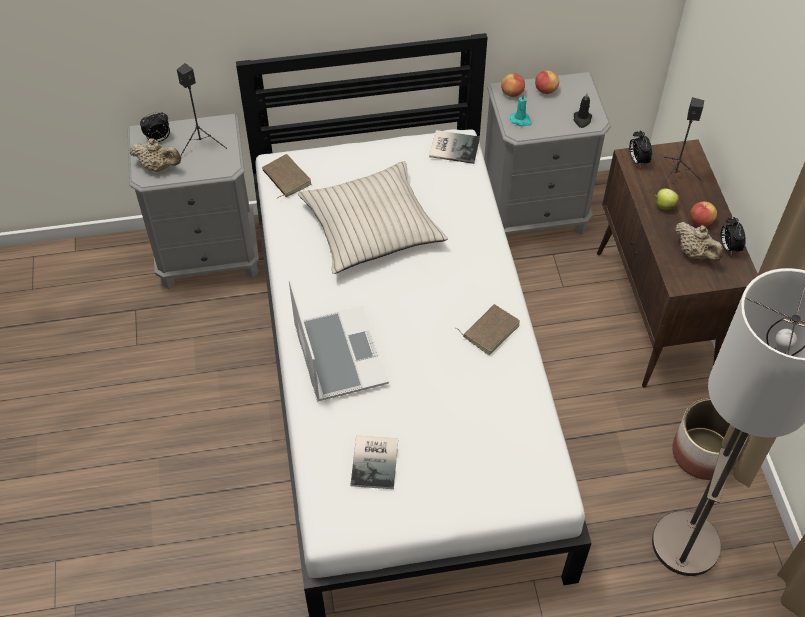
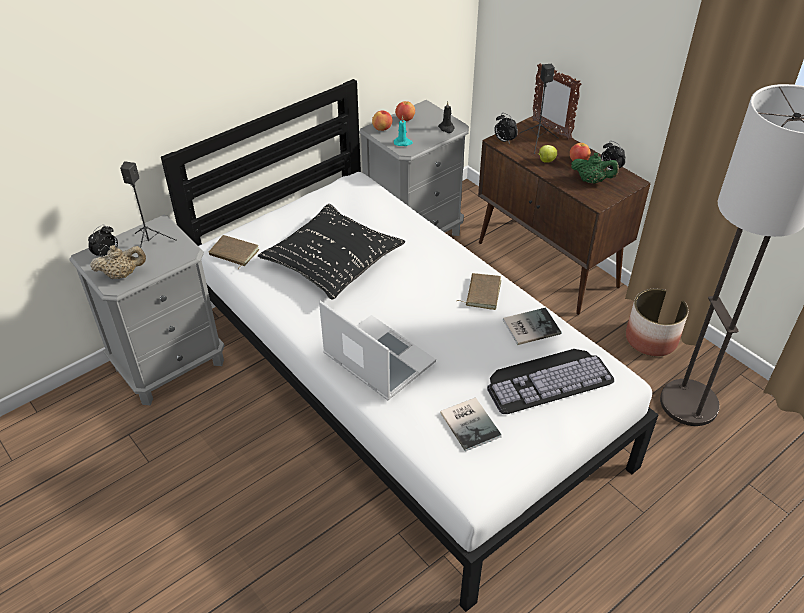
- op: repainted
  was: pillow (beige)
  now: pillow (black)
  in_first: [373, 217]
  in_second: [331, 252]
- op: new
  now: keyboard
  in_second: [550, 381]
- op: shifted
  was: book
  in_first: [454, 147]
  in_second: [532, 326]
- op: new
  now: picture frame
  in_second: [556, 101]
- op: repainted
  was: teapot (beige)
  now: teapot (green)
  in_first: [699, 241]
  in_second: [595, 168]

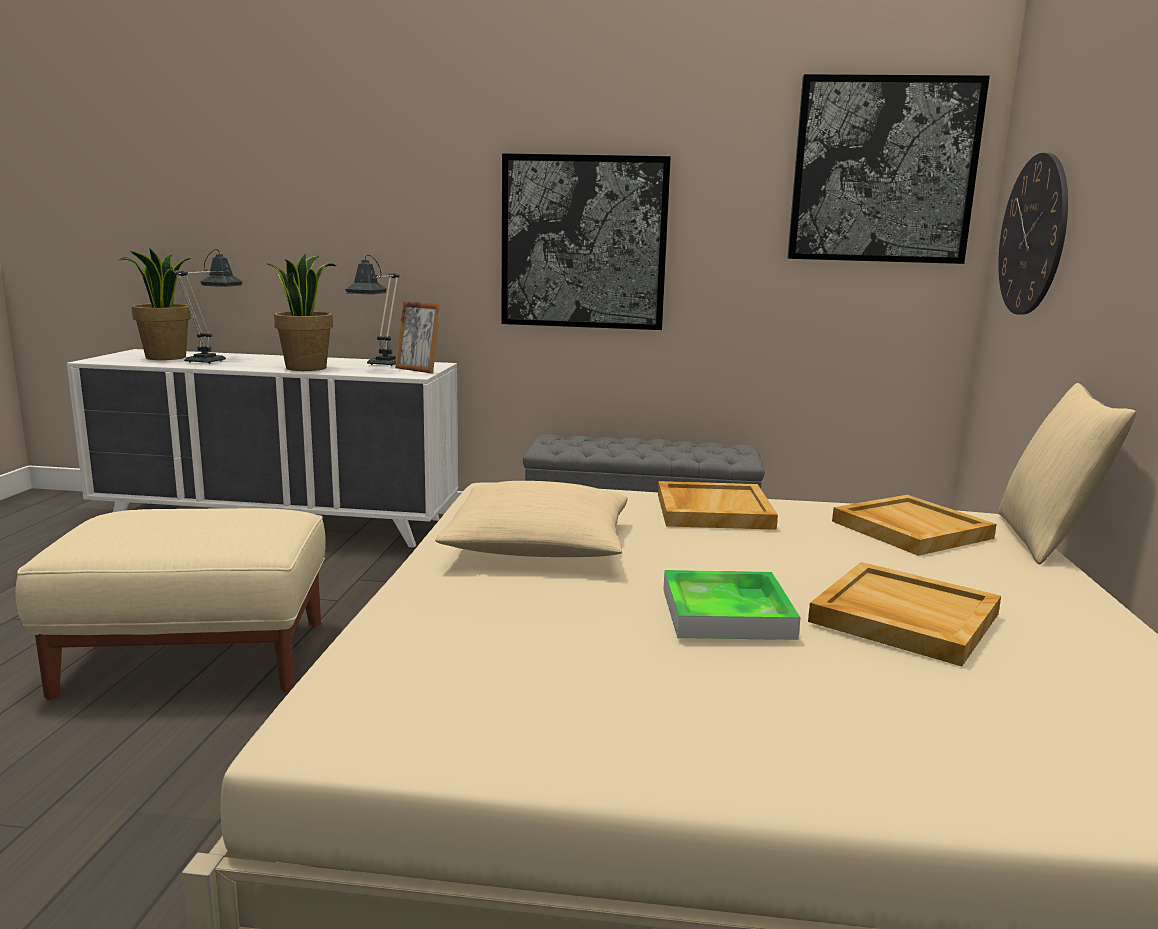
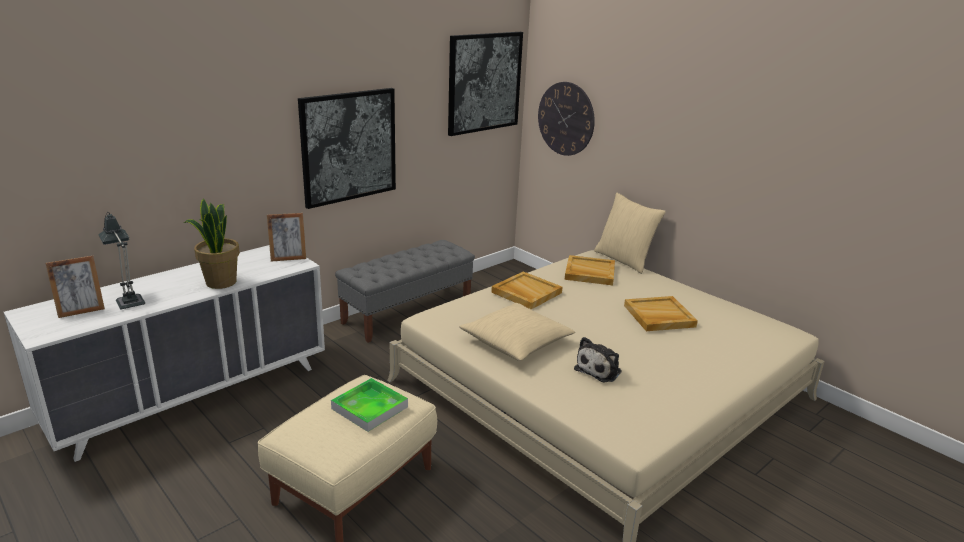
- op: swapped
  was: potted plant
  now: picture frame
  in_first: [154, 304]
  in_second: [75, 287]
- op: shifted
  was: tray
  in_first: [732, 605]
  in_second: [369, 405]
- op: new
  now: plush toy
  in_second: [598, 360]
- op: gone
  was: table lamp
  in_first: [372, 310]

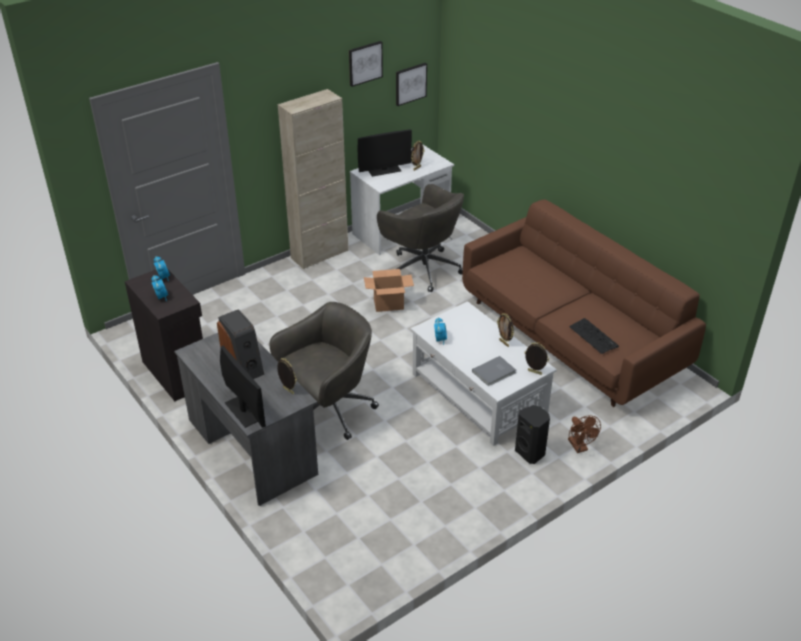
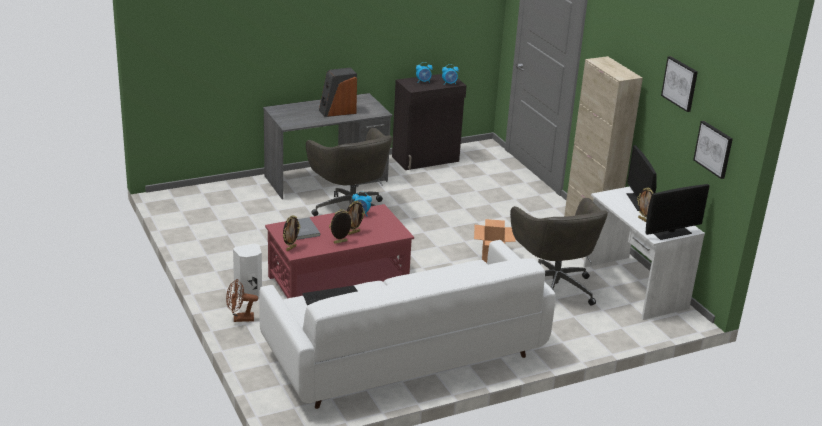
- op: repainted
  was: speaker (black)
  now: speaker (white)
  in_first: [532, 434]
  in_second: [247, 270]
- op: repainted
  was: sofa (brown)
  now: sofa (white)
  in_first: [584, 303]
  in_second: [407, 324]
- op: repainted
  was: coffee table (white)
  now: coffee table (red)
  in_first: [484, 373]
  in_second: [339, 251]
- op: shifted
  was: picture frame
  in_first: [287, 376]
  in_second: [356, 218]
- op: rotated
  was: office chair (grey)
  in_first: [420, 238]
  in_second: [559, 252]
  clockwise: -75
- op: shifted
  was: monitor
  in_first: [243, 387]
  in_second: [677, 212]

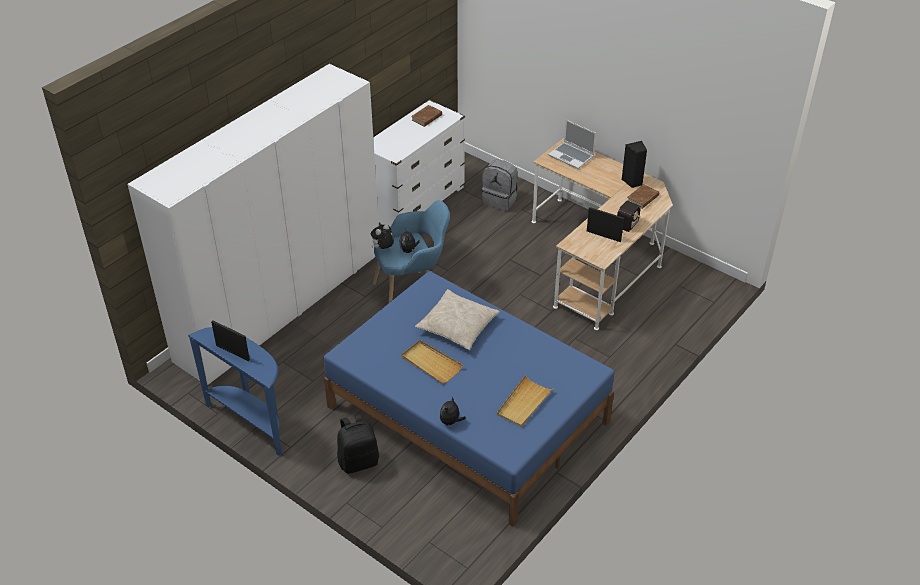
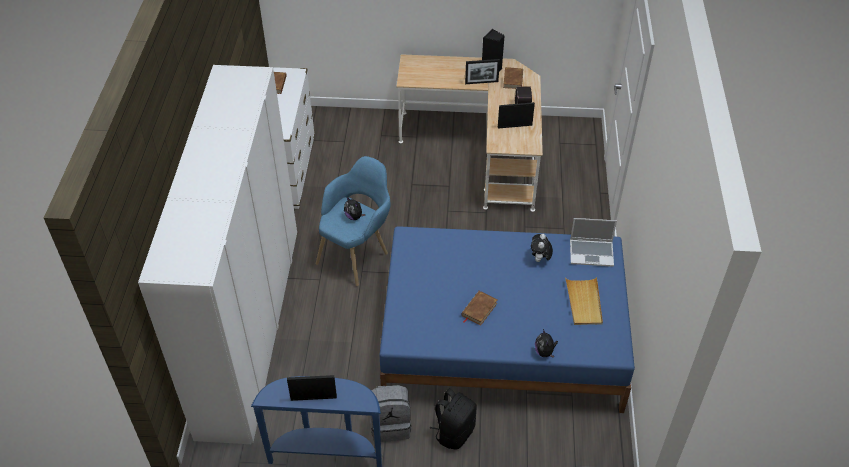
- op: shifted
  was: backpack (grey)
  in_first: [500, 185]
  in_second: [390, 413]
- op: swapped
  was: tray (beige)
  now: book (brown)
  in_first: [432, 362]
  in_second: [479, 308]
- op: new
  now: picture frame
  in_second: [482, 71]
- op: shifted
  was: plush toy
  in_first: [382, 237]
  in_second: [542, 248]
- op: shifted
  was: laptop
  in_first: [572, 144]
  in_second: [593, 242]
- op: gone
  was: pillow (beige)
  in_first: [457, 319]

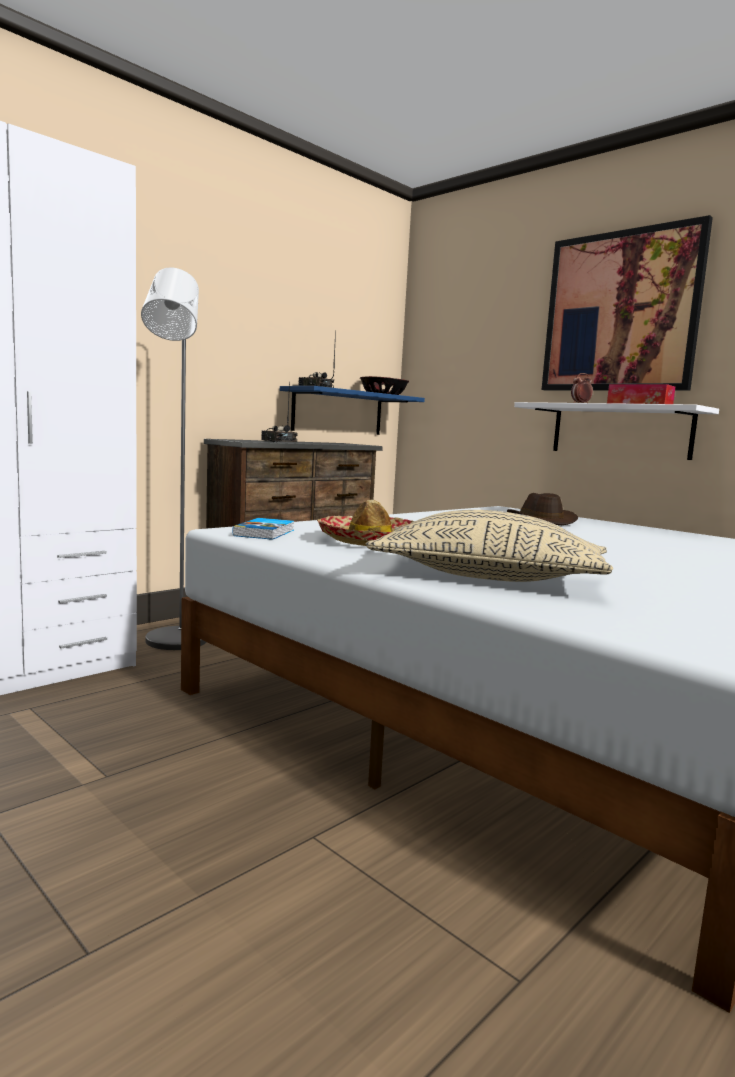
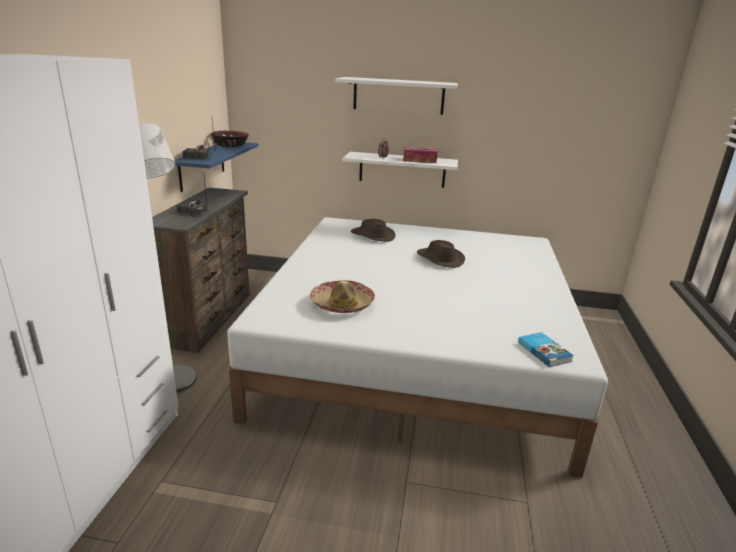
- op: swapped
  was: picture
  now: shelf (white)
  in_first: [627, 303]
  in_second: [396, 96]
- op: new
  now: hat (brown)
  in_second: [441, 254]
- op: shifted
  was: book
  in_first: [263, 529]
  in_second: [546, 349]
- op: gone
  was: pillow (beige)
  in_first: [489, 546]

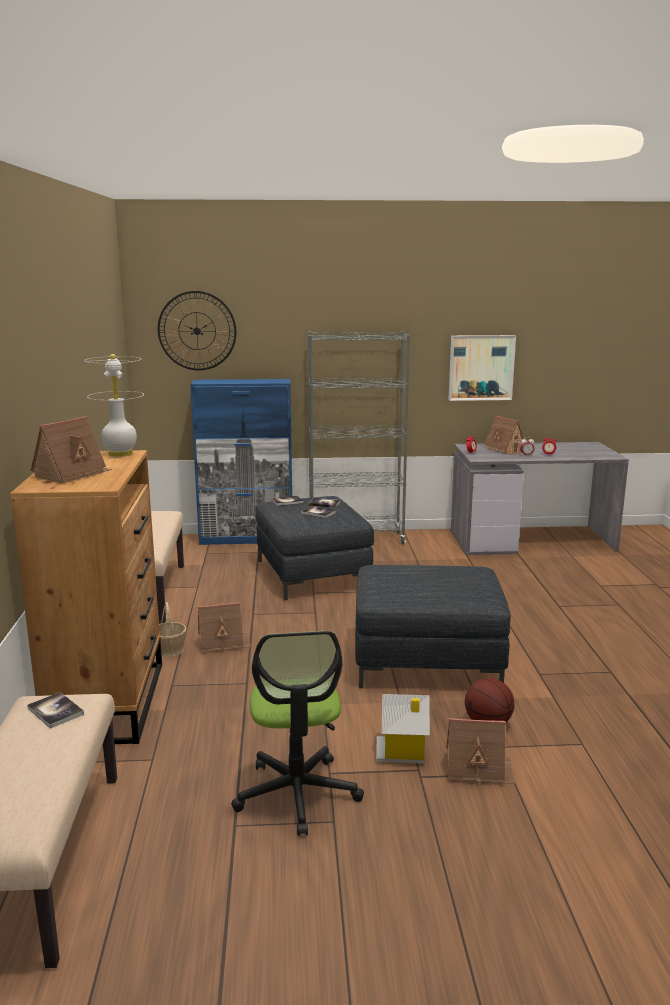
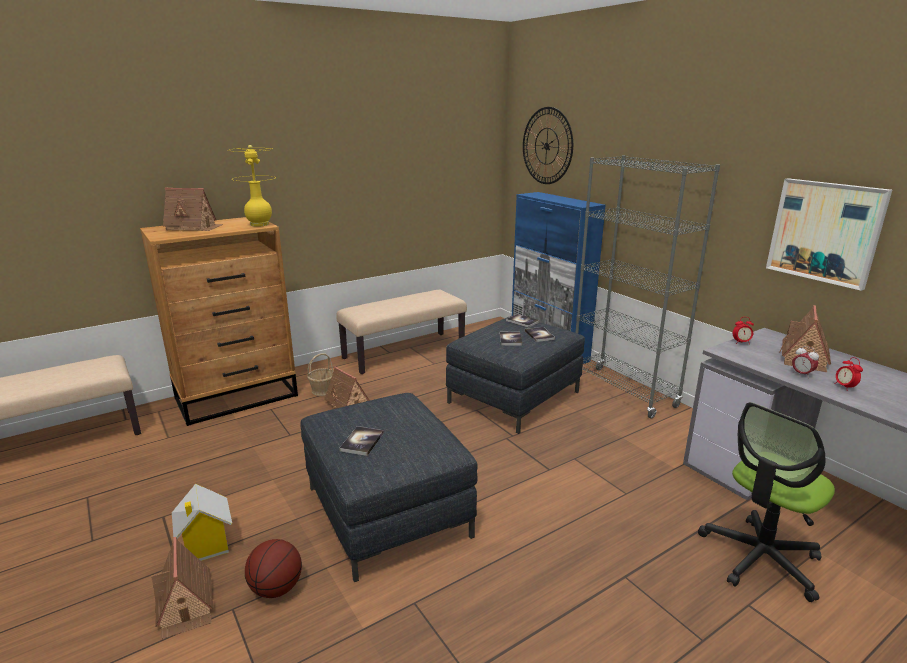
- op: repainted
  was: table lamp (white)
  now: table lamp (yellow)
  in_first: [114, 405]
  in_second: [252, 186]
- op: shifted
  was: book
  in_first: [55, 710]
  in_second: [361, 441]
- op: shifted
  was: office chair
  in_first: [297, 733]
  in_second: [766, 502]

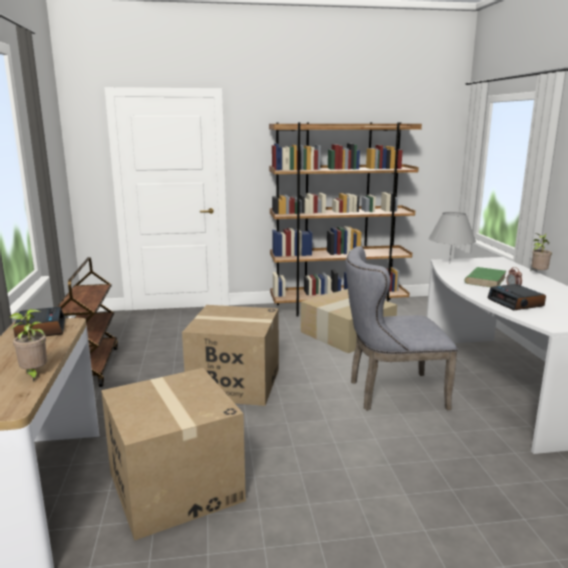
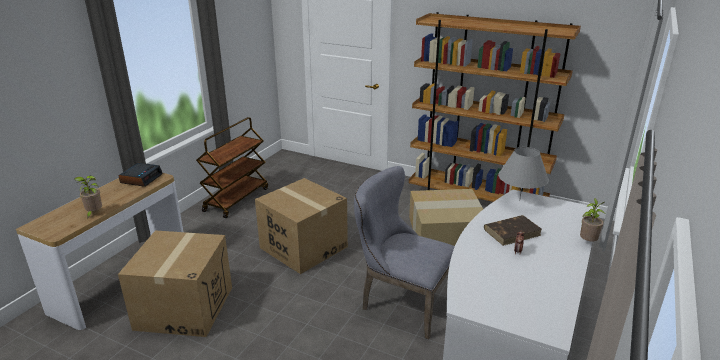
- op: repainted
  was: book (green)
  now: book (brown)
  in_first: [485, 277]
  in_second: [513, 230]
- op: gone
  was: alarm clock
  in_first: [517, 297]

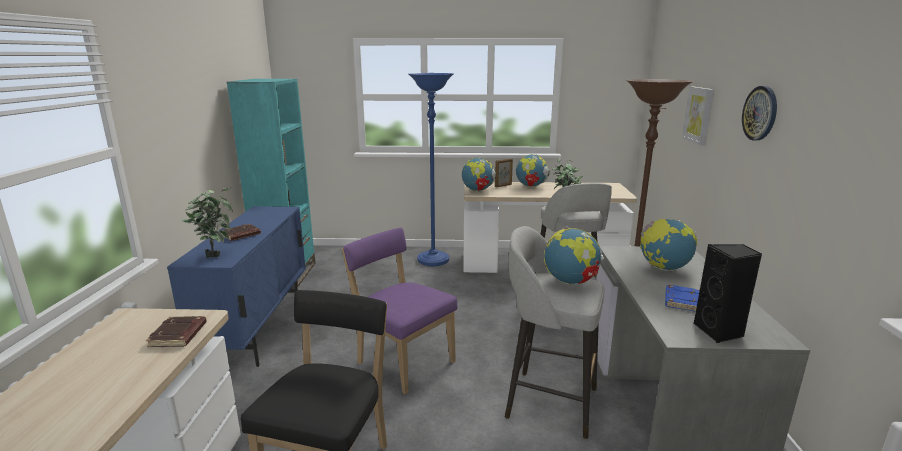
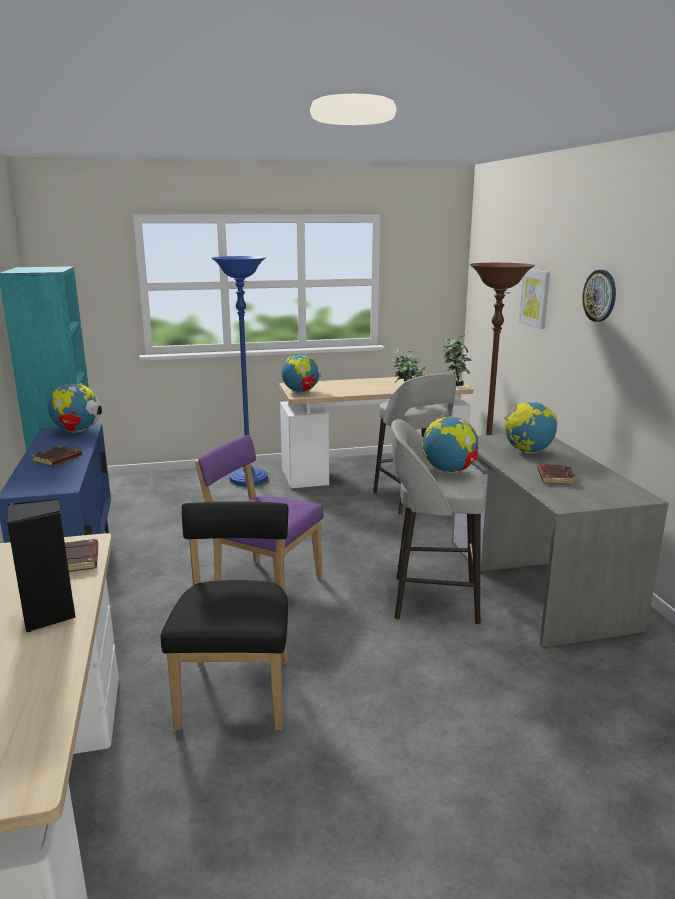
- op: shifted
  was: speaker (black)
  in_first: [728, 293]
  in_second: [41, 565]
- op: shifted
  was: globe
  in_first: [533, 171]
  in_second: [75, 408]
- op: shifted
  was: potted plant
  in_first: [207, 222]
  in_second: [457, 360]
- op: repainted
  was: book (blue)
  now: book (brown)
  in_first: [682, 298]
  in_second: [556, 474]
- op: gone
  was: picture frame
  in_first: [504, 173]

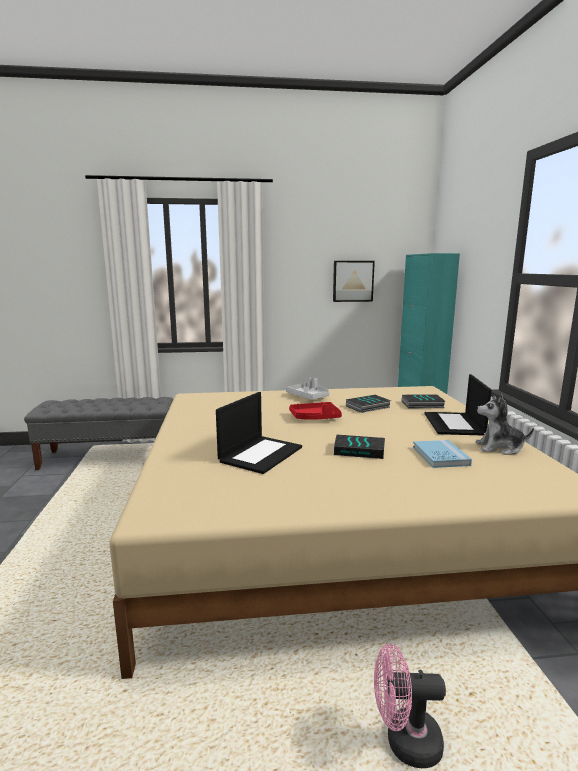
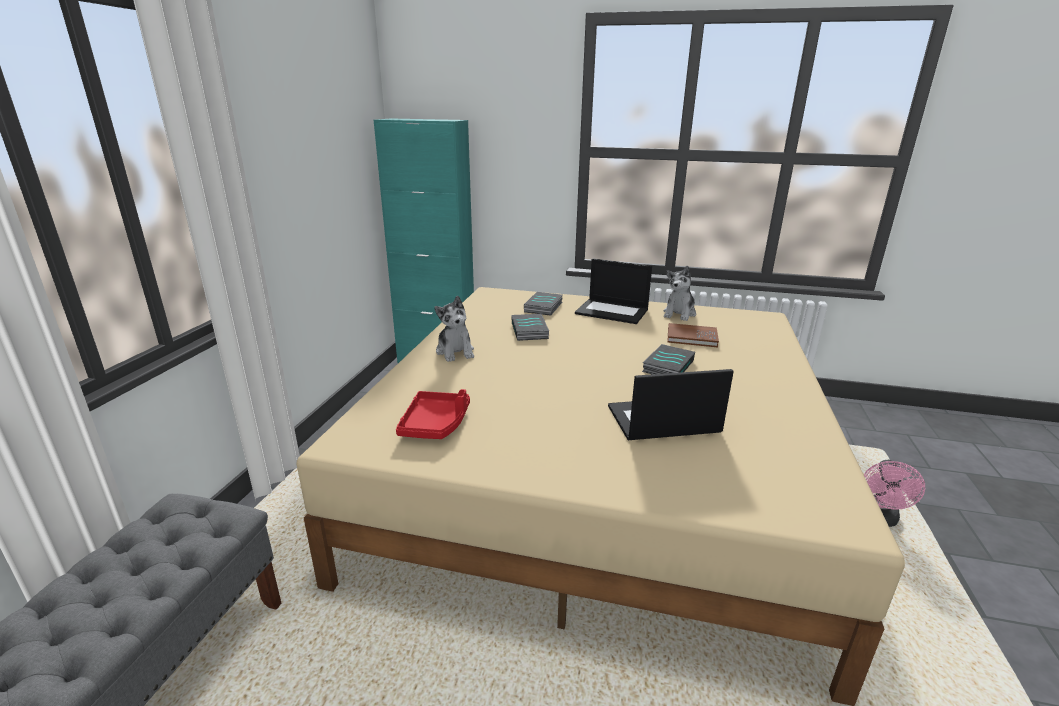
- op: shifted
  was: tray (red)
  in_first: [315, 411]
  in_second: [433, 414]
- op: swapped
  was: tray (grey)
  now: plush toy
  in_first: [307, 388]
  in_second: [454, 329]
- op: rotated
  was: laptop
  in_first: [259, 433]
  in_second: [671, 404]
  clockwise: -60
- op: repainted
  was: book (blue)
  now: book (brown)
  in_first: [442, 454]
  in_second: [693, 335]
- op: gone
  was: picture
  in_first: [354, 281]

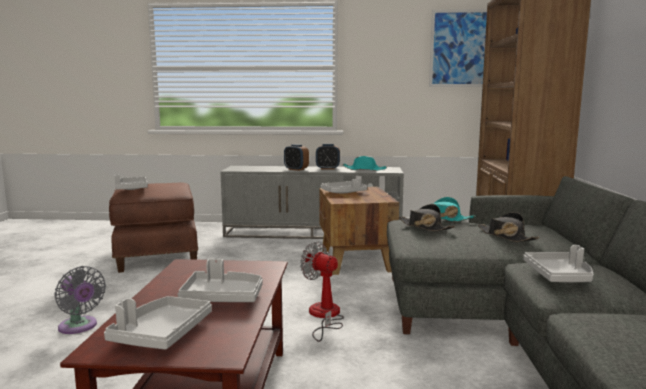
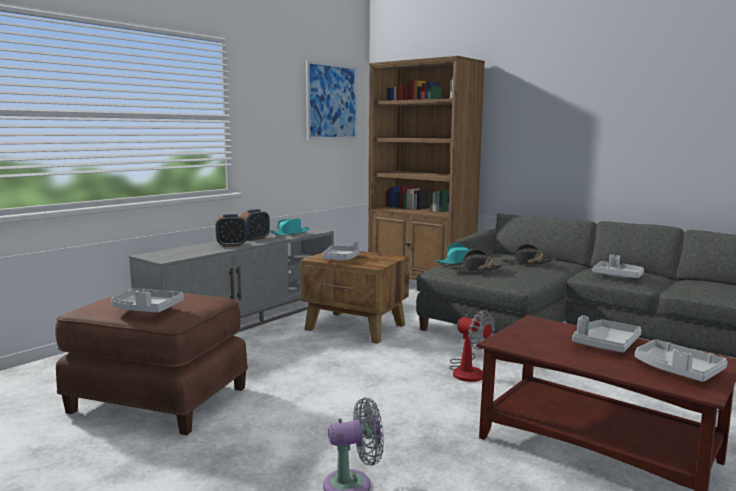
- op: rotated
  was: fan
  in_first: [322, 291]
  in_second: [472, 346]
  clockwise: -120

